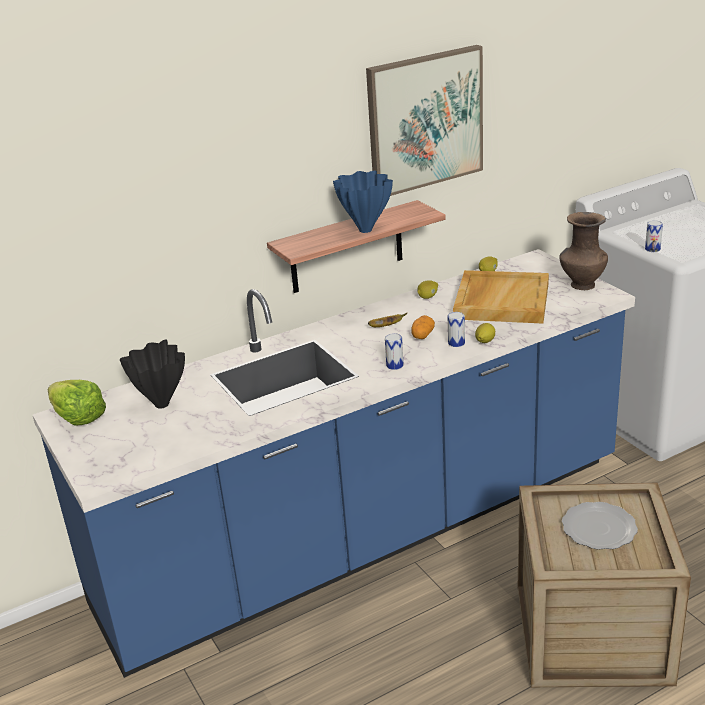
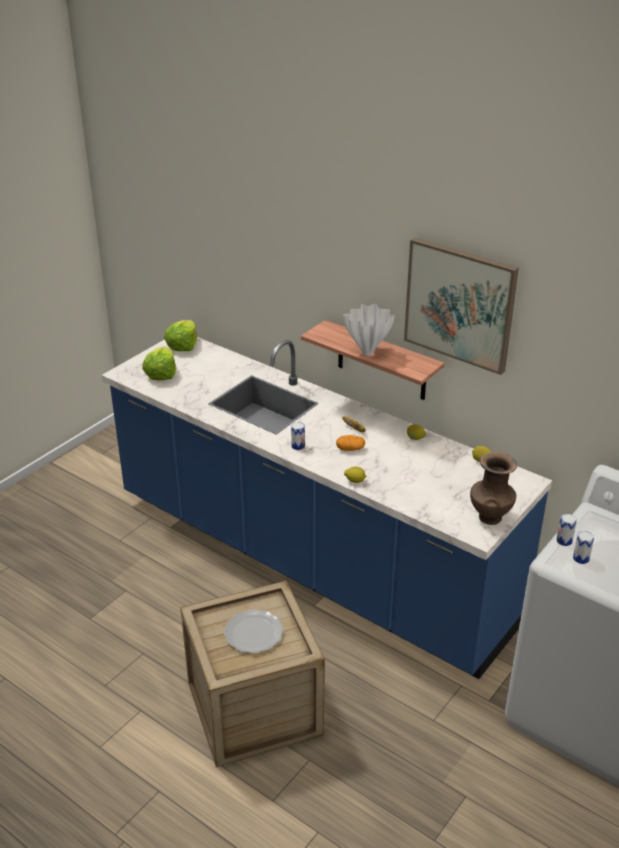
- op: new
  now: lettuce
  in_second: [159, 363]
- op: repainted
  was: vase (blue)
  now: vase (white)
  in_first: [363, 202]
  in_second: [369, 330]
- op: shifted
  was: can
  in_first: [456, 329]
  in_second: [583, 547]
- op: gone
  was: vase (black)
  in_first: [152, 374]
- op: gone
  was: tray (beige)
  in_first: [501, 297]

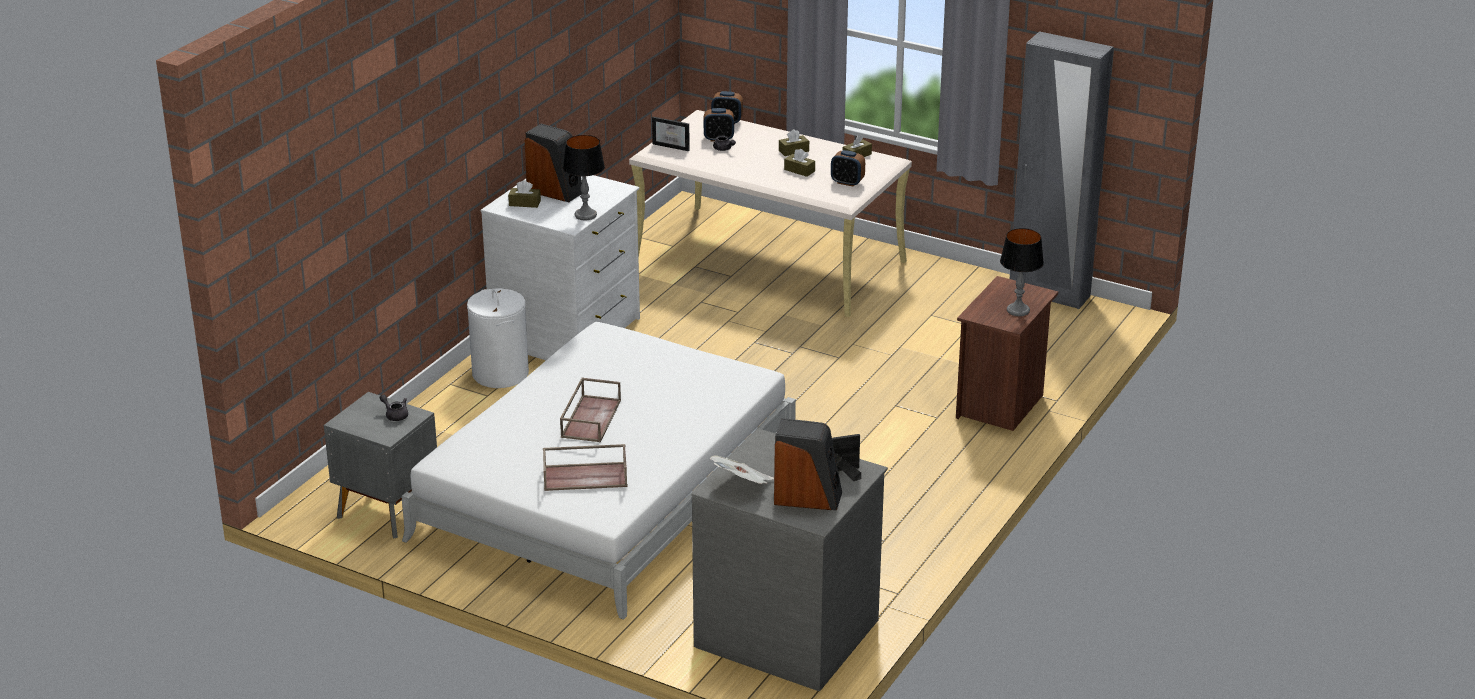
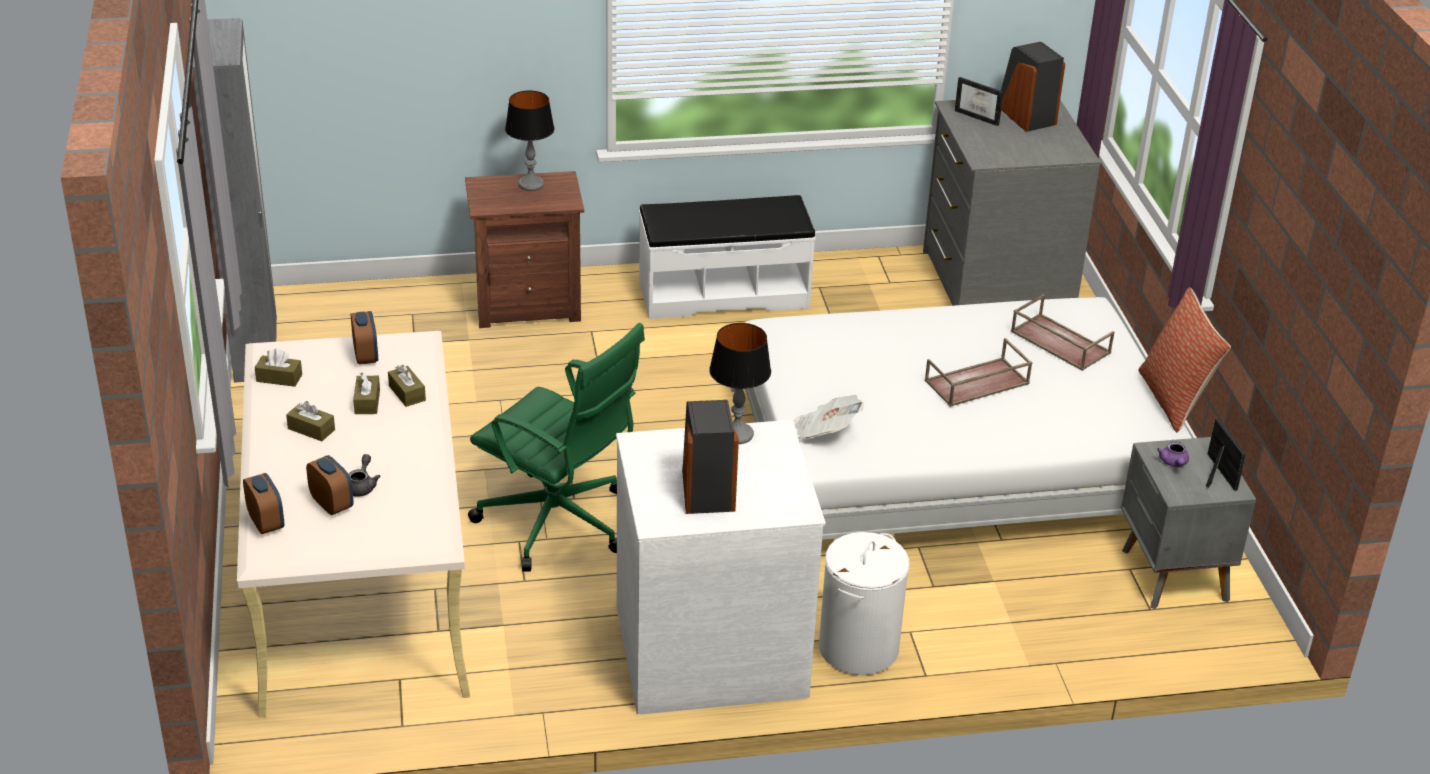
- op: shifted
  was: tissue box (brown)
  in_first: [524, 194]
  in_second: [407, 386]
- op: new
  now: office chair (green)
  in_second: [556, 447]
- op: new
  now: bench (white)
  in_second: [727, 257]
- op: shifted
  was: newspaper
  in_first: [742, 469]
  in_second: [829, 417]
- op: new
  now: pillow
  in_second: [1184, 360]
- op: repainted
  was: teapot (grey)
  now: teapot (purple)
  in_first: [393, 407]
  in_second: [1173, 454]
- op: shifted
  was: picture frame
  in_first: [671, 134]
  in_second: [1226, 454]

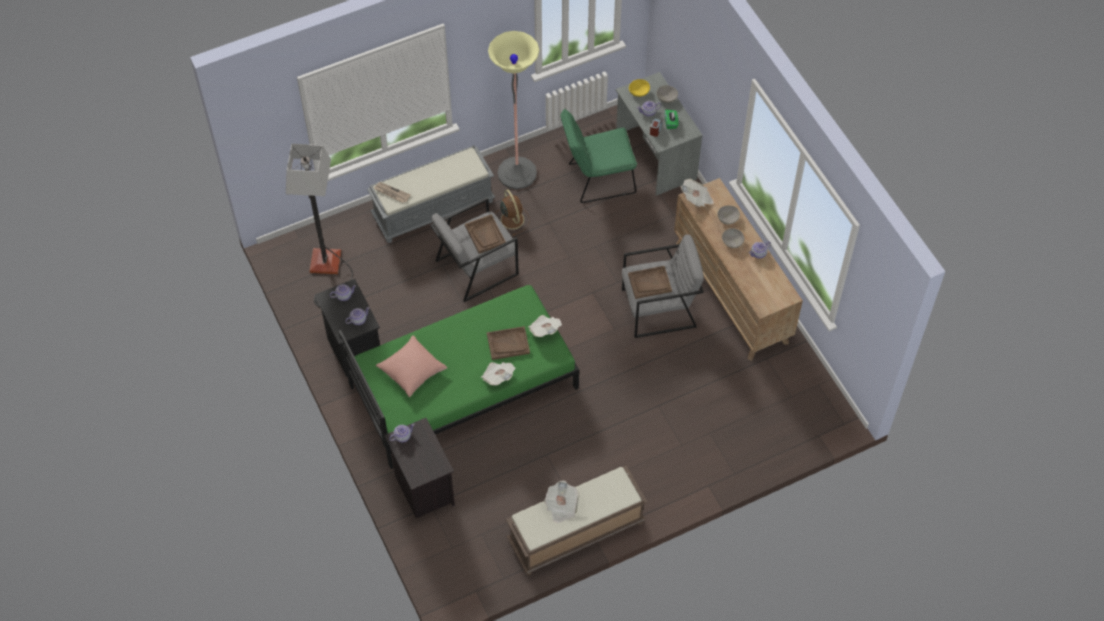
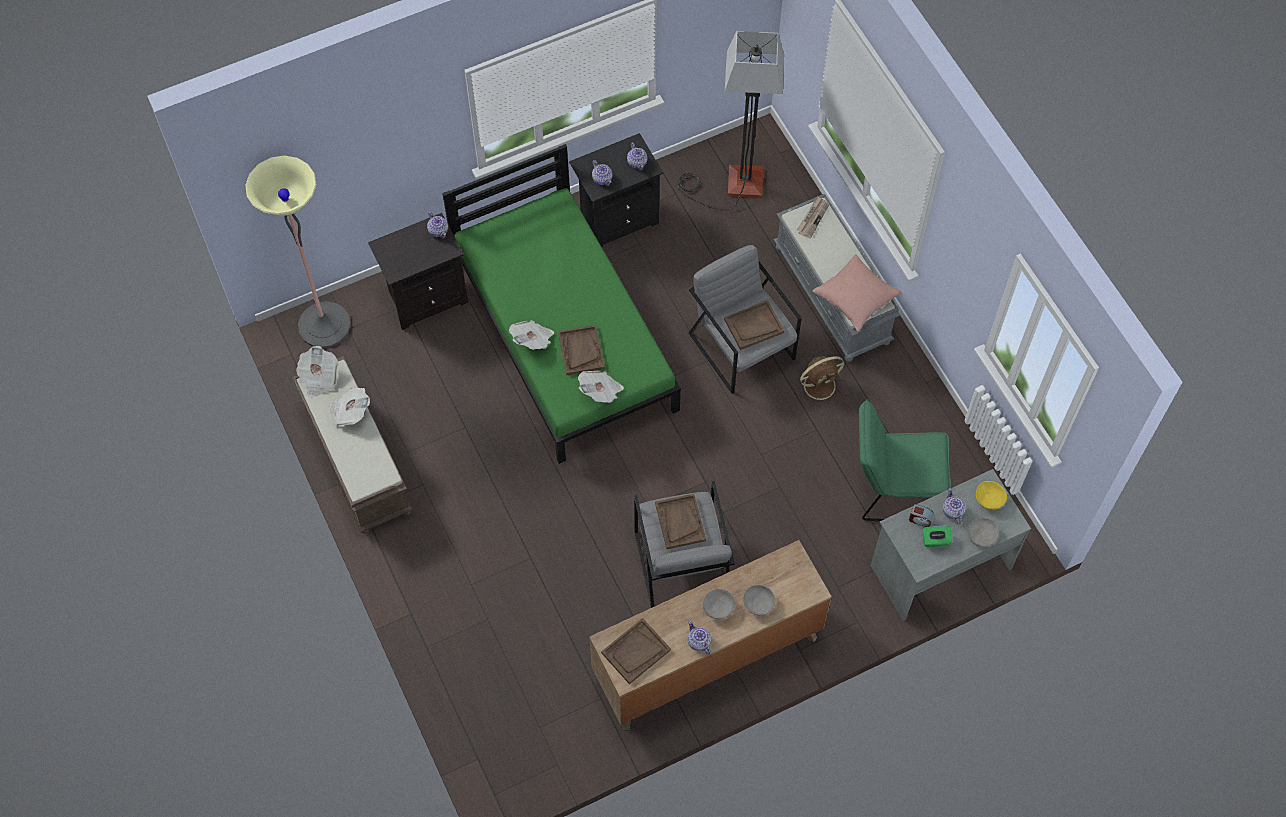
- op: shifted
  was: floor lamp
  in_first: [514, 110]
  in_second: [298, 252]
- op: shifted
  was: newspaper
  in_first: [697, 193]
  in_second: [317, 372]
- op: new
  now: tray (brown)
  in_second: [636, 651]
- op: shifted
  was: pillow (pink)
  in_first: [412, 366]
  in_second: [857, 293]
- op: rotated
  was: chair (green)
  in_first: [599, 156]
  in_second: [905, 460]
  clockwise: -75

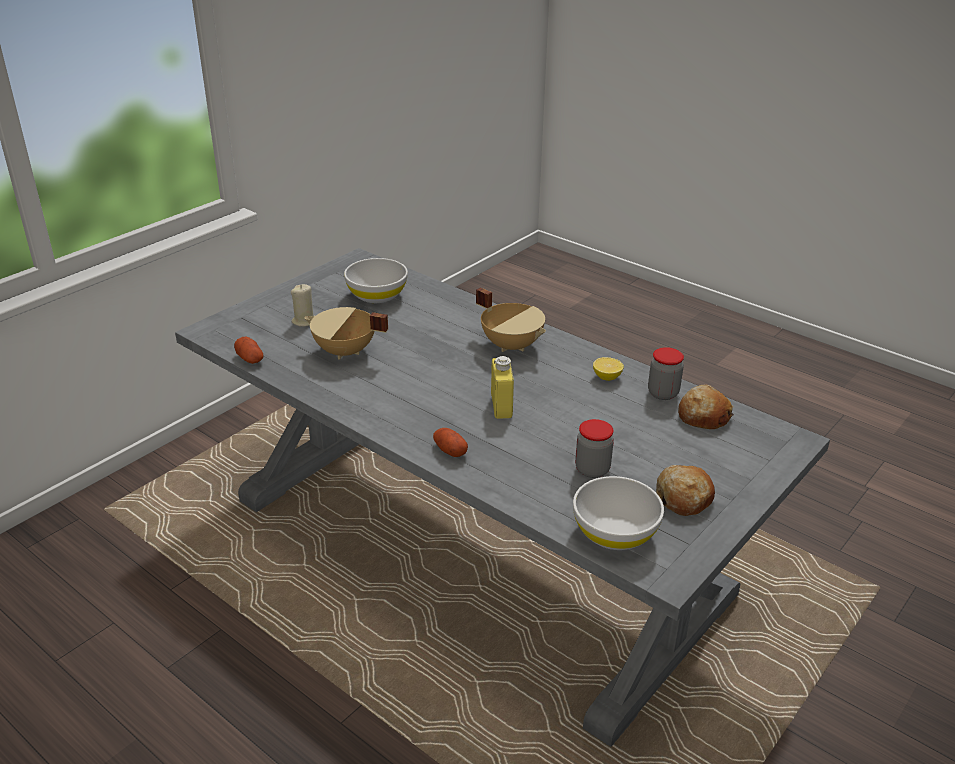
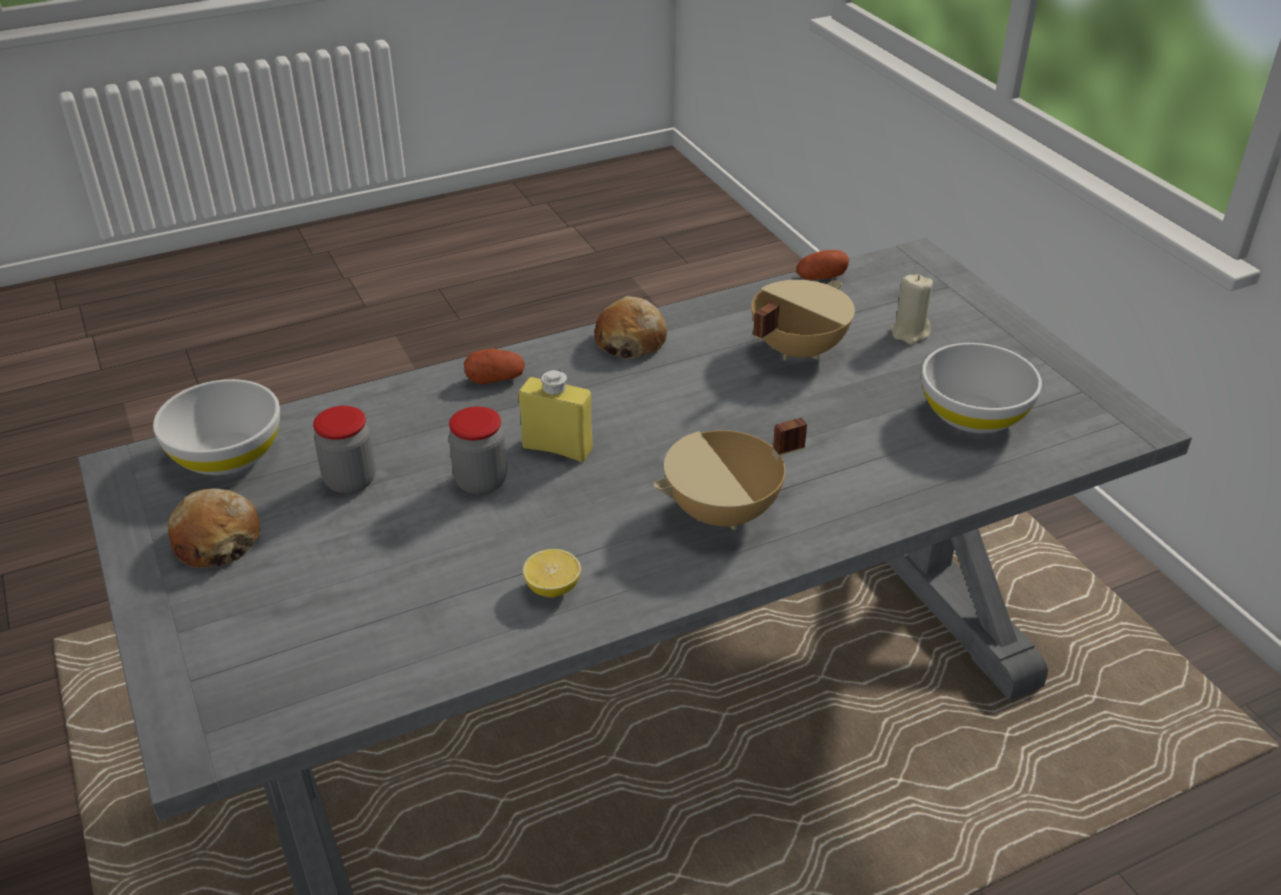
- op: shifted
  was: jar
  in_first: [666, 373]
  in_second: [478, 450]
- op: shifted
  was: bread
  in_first: [706, 406]
  in_second: [631, 327]

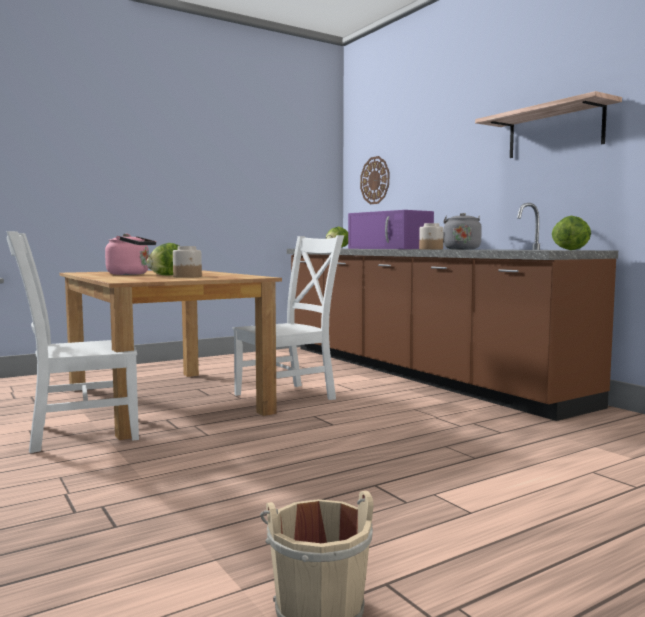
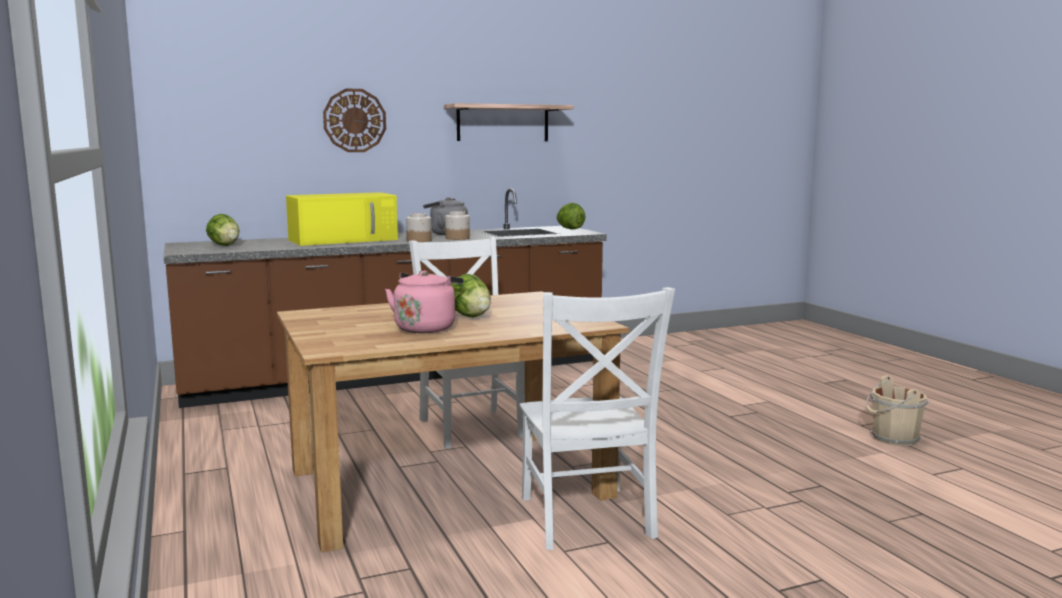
- op: repainted
  was: microwave (purple)
  now: microwave (yellow)
  in_first: [391, 229]
  in_second: [342, 219]
- op: shifted
  was: wall clock
  in_first: [374, 180]
  in_second: [354, 120]
- op: shifted
  was: jar
  in_first: [187, 262]
  in_second: [419, 227]

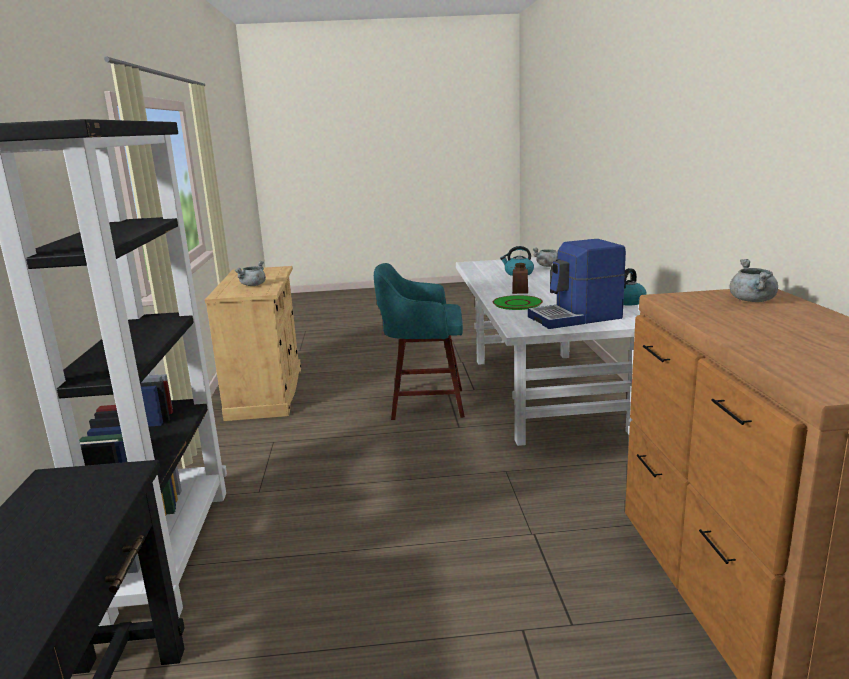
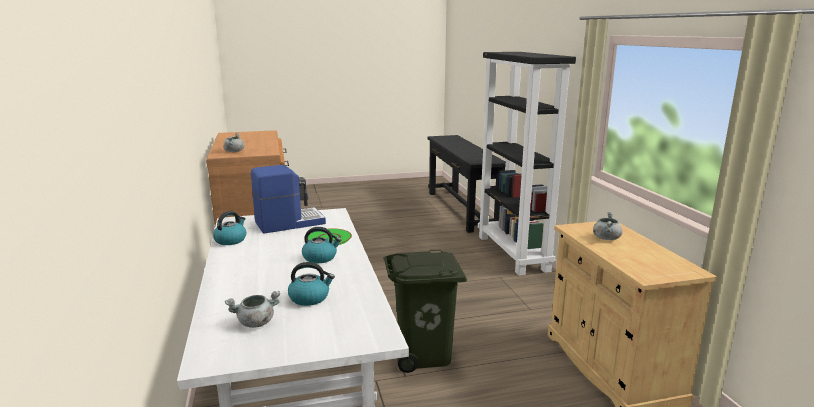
- op: swapped
  was: jar (brown)
  now: kettle
  in_first: [520, 278]
  in_second: [321, 245]
- op: swapped
  was: stool (turquoise)
  now: trash can (green)
  in_first: [419, 341]
  in_second: [425, 311]

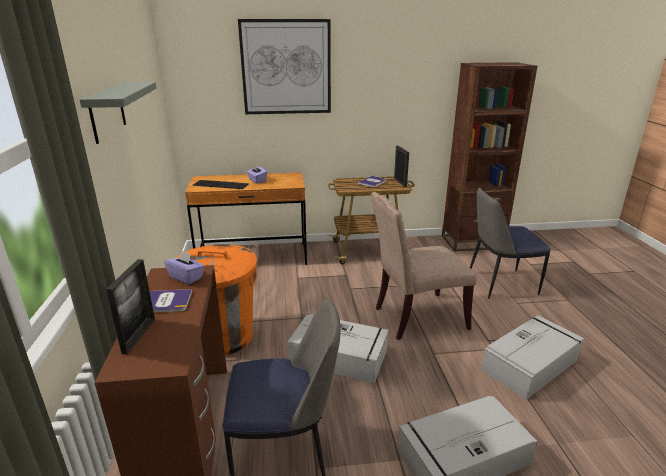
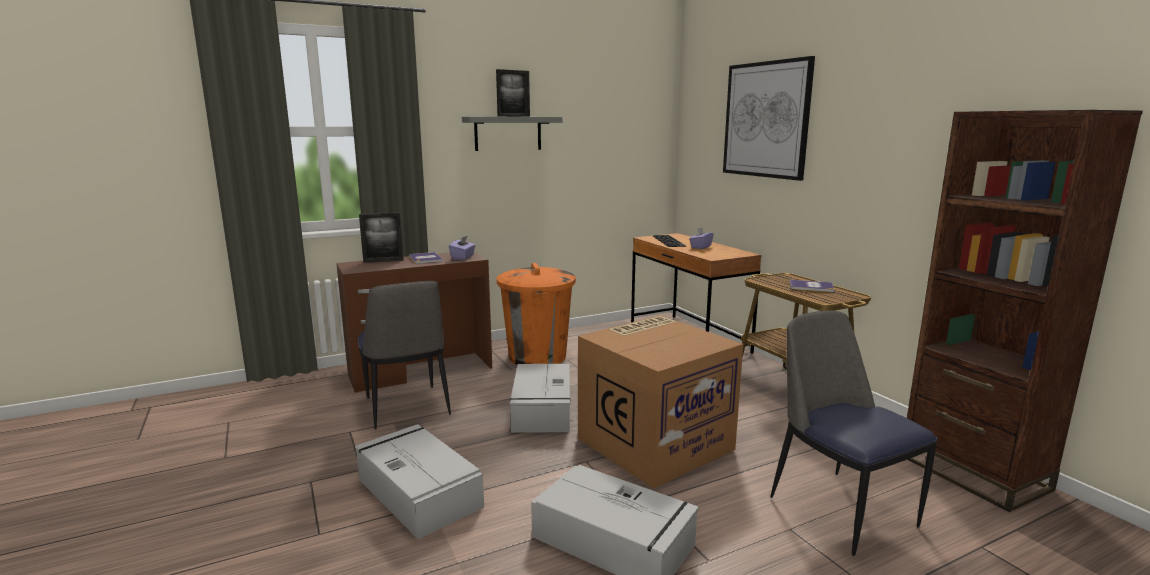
- op: shifted
  was: picture frame
  in_first: [401, 166]
  in_second: [513, 93]
- op: swapped
  was: chair (beige)
  now: cardboard box
  in_first: [424, 266]
  in_second: [660, 402]

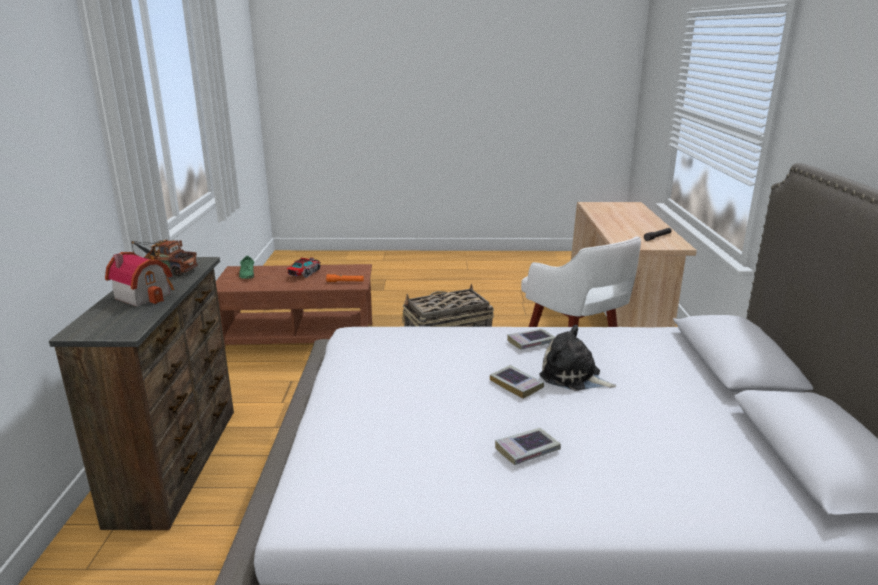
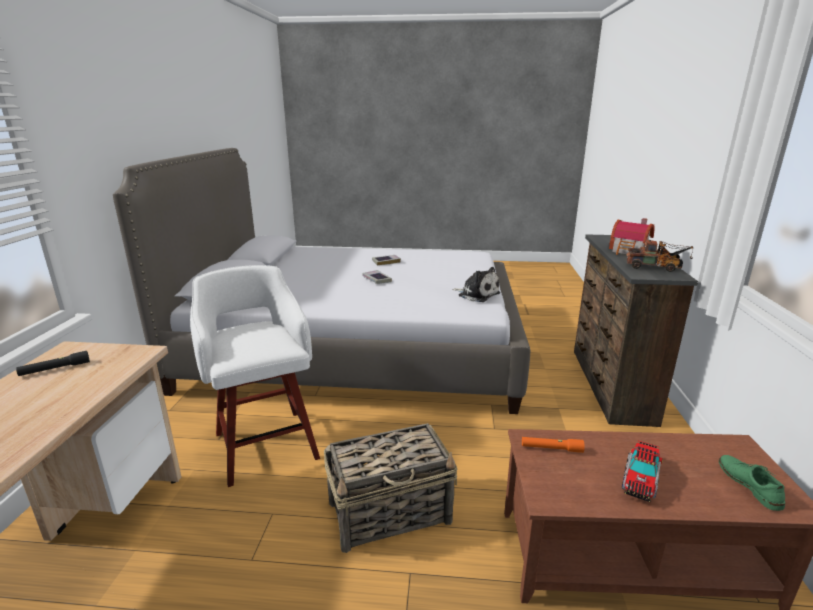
- op: shifted
  was: plush toy
  in_first: [577, 358]
  in_second: [476, 284]
- op: gone
  was: book
  in_first: [531, 339]

